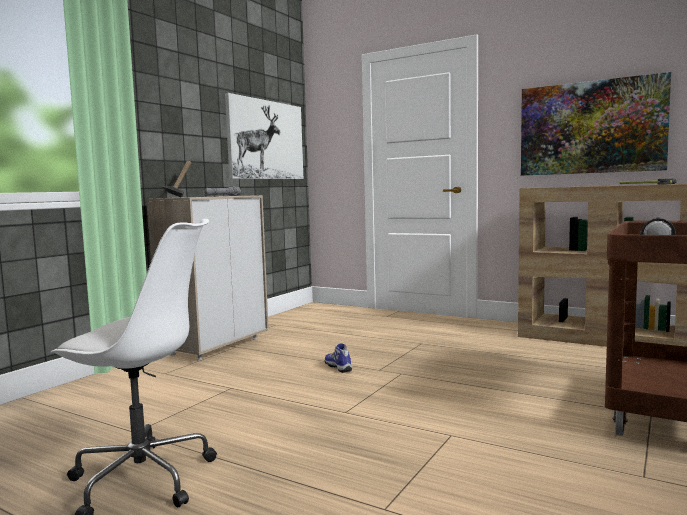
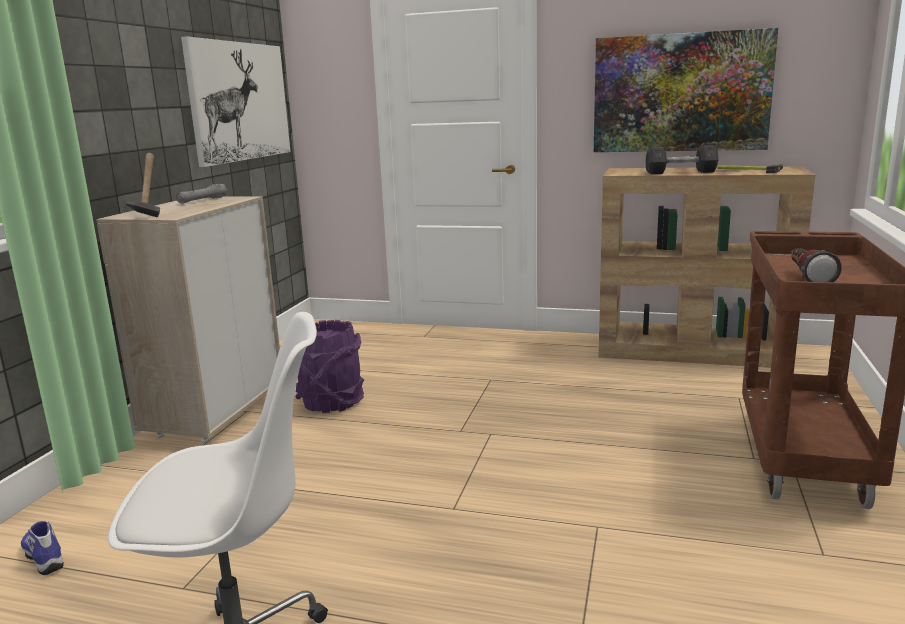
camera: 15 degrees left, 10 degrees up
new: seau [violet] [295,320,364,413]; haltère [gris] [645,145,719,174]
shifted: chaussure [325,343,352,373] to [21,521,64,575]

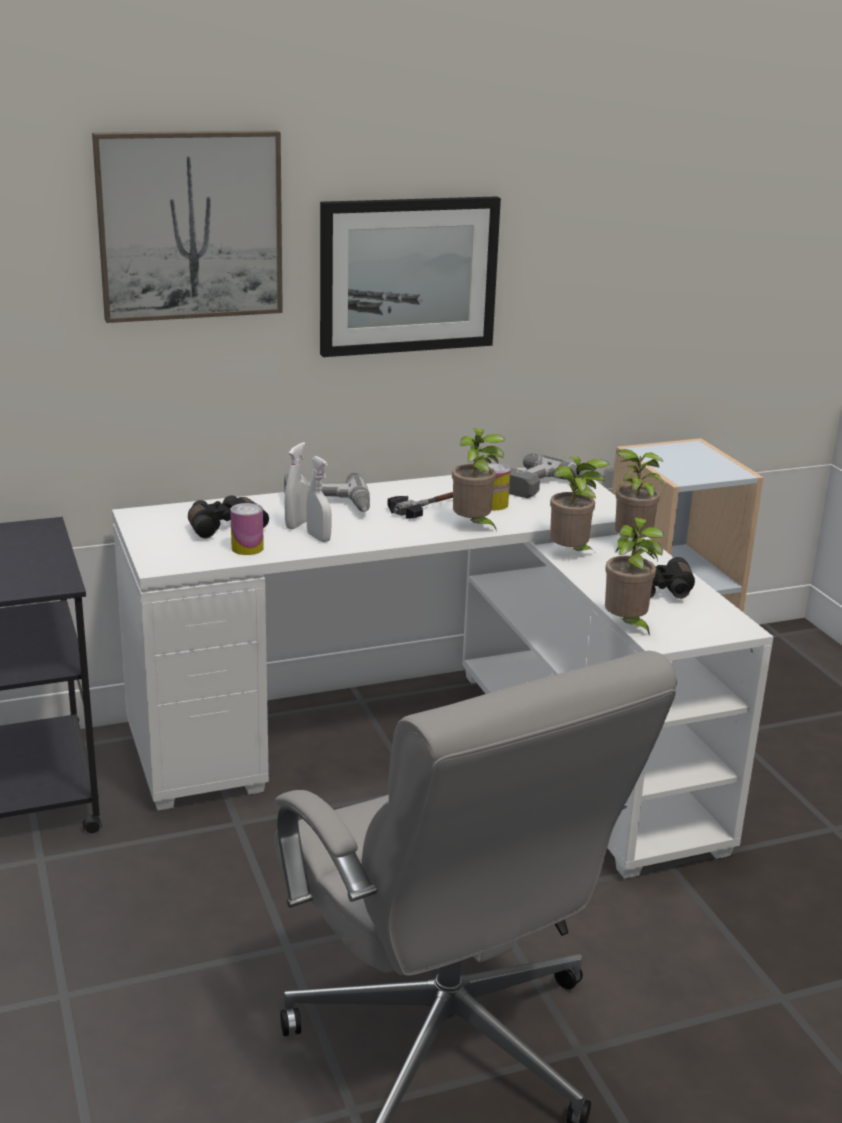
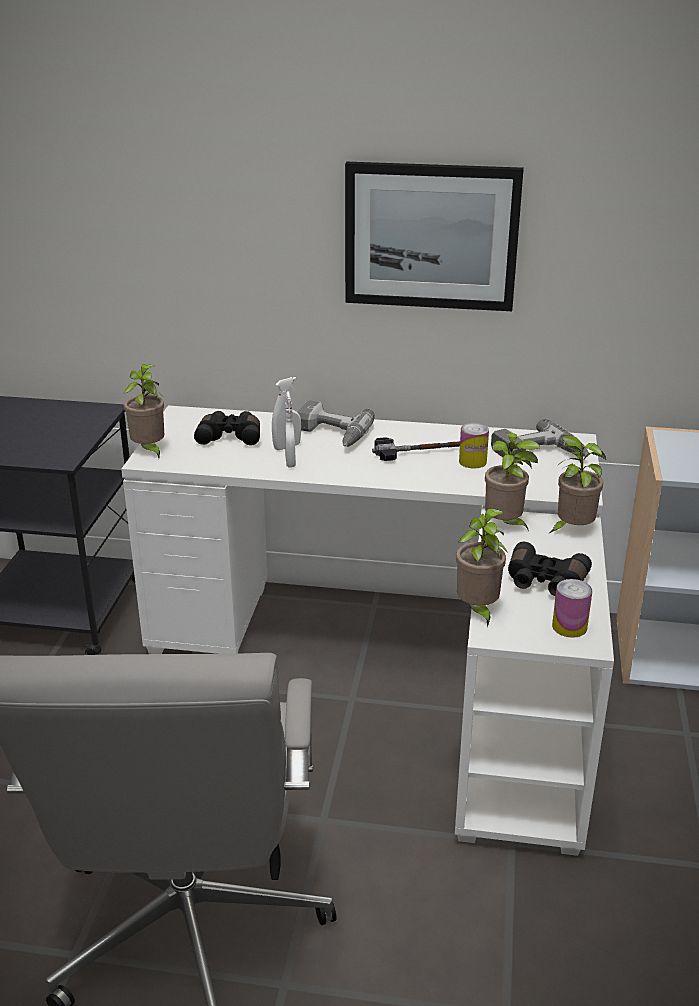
camera: 30 degrees right, 5 degrees up
gone: tableau [92,130,283,323]
shifted: boîte métallique [230,503,264,555] to [552,579,592,638]; plante en pot [452,428,505,531] to [124,364,164,458]

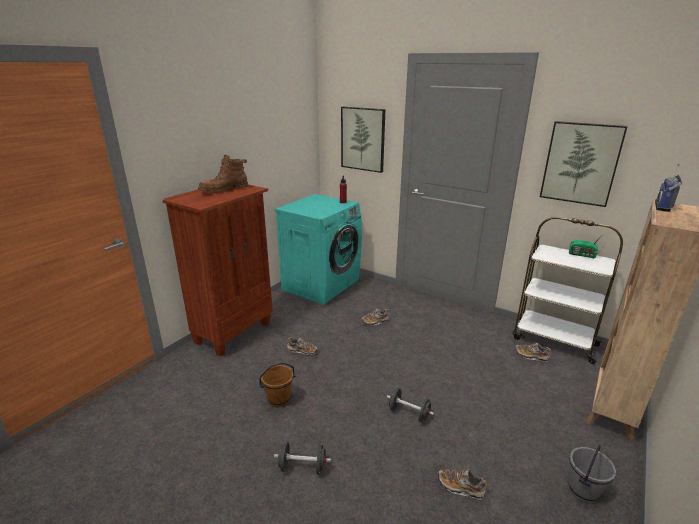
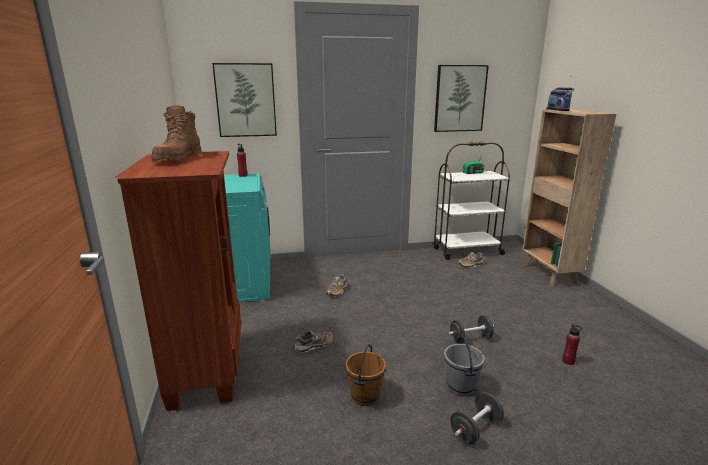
camera: 45 degrees left, 5 degrees down
shifted: seau [gris] [568,445,616,503] to [444,336,485,396]
swapped: chaussure [438,469,488,500] to bouteille [rouge] [562,324,582,365]

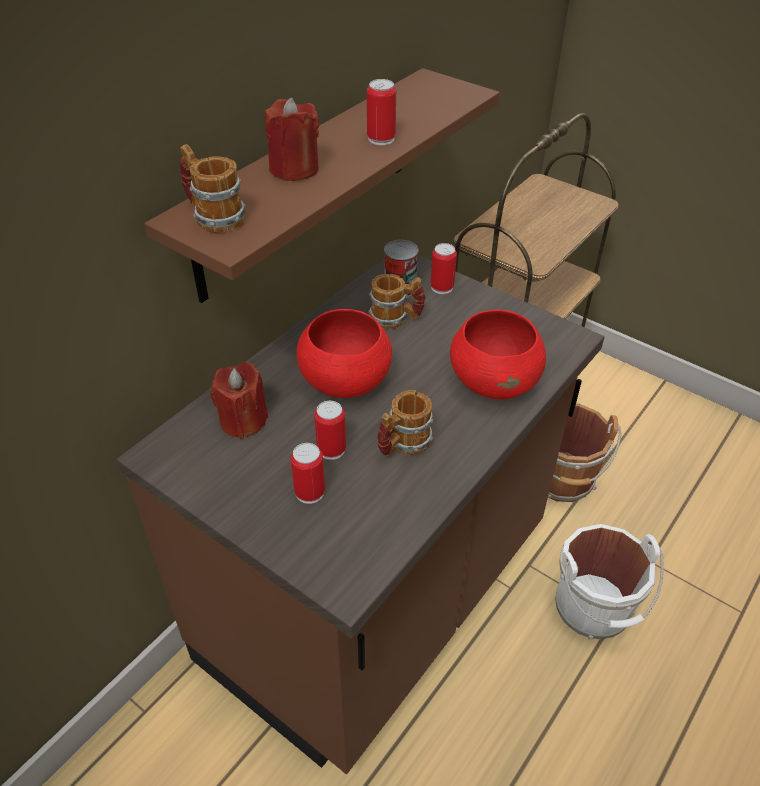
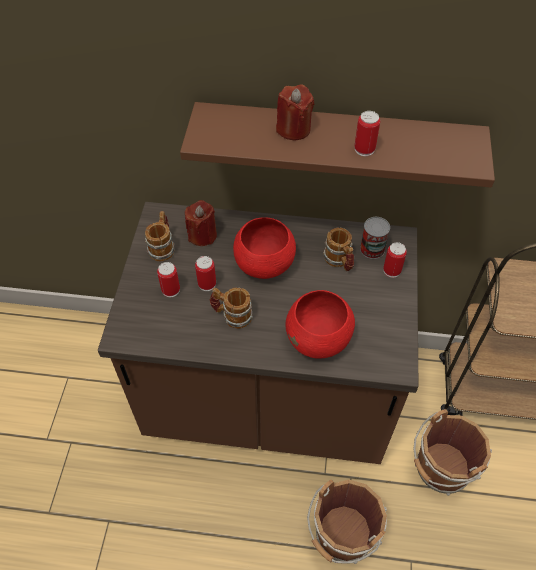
camera: 60 degrees right, 10 degrees up
shifted: mug [180,144,246,233] to [145,211,175,261]
repainted: seau [blanc] [555,524,664,640] to seau [marron] [307,479,387,564]

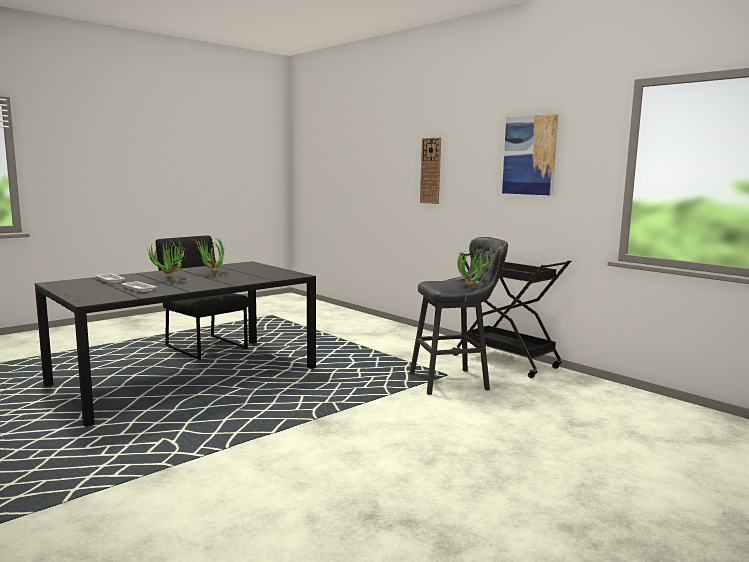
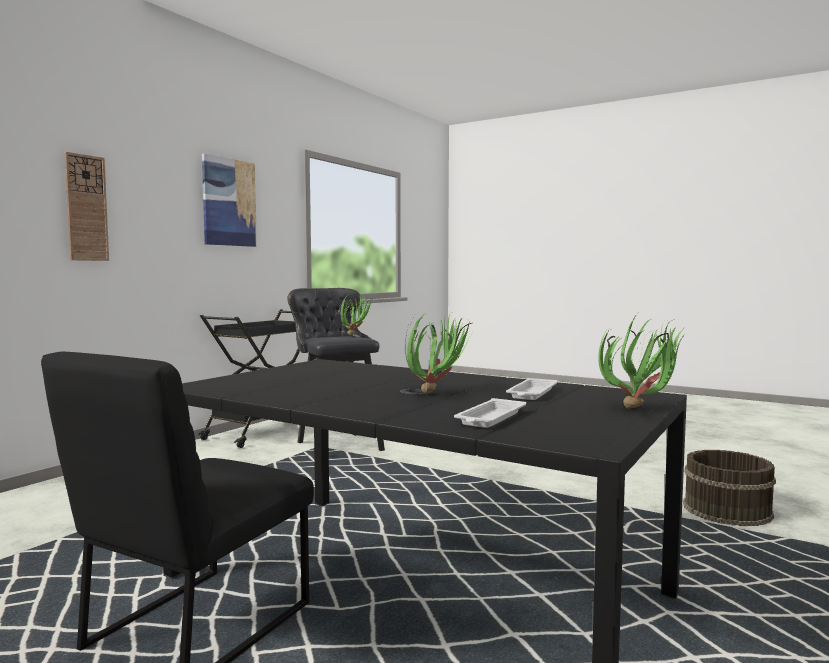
camera: 105 degrees left, 5 degrees down
new: seau [marron] [683,450,776,526]
shifted: plante en pot [195,237,225,273] to [598,314,686,409]

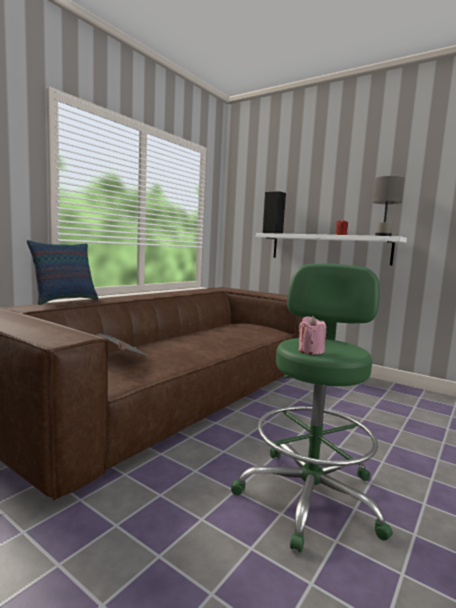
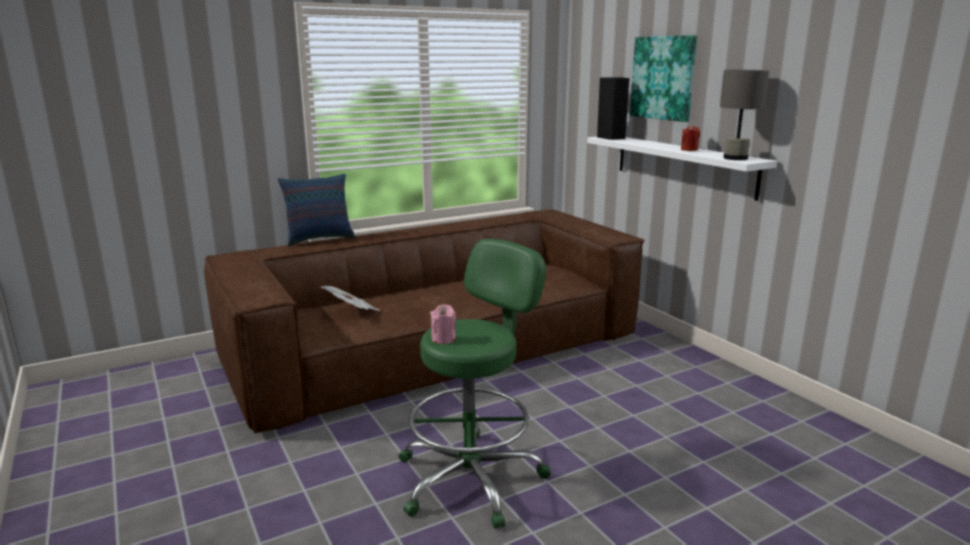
camera: 25 degrees right, 10 degrees up
new: tableau [630,35,697,122]

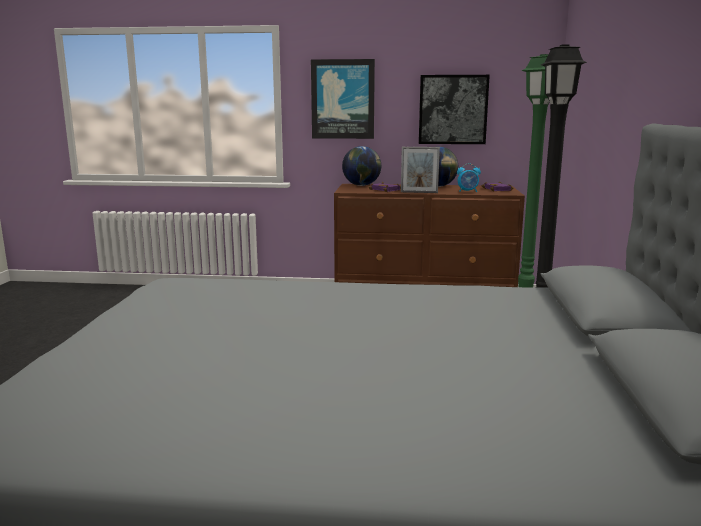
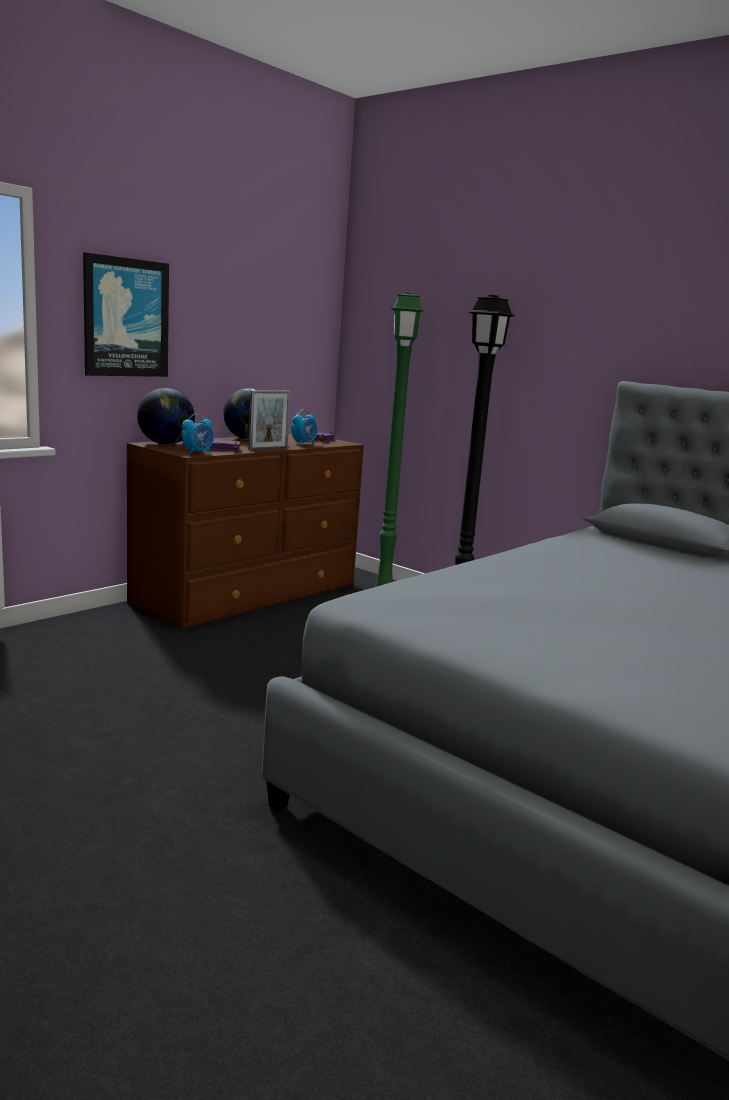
camera: 55 degrees left, 0 degrees up
gone: tableau [419,75,490,144]
new: réveil [182,414,214,454]

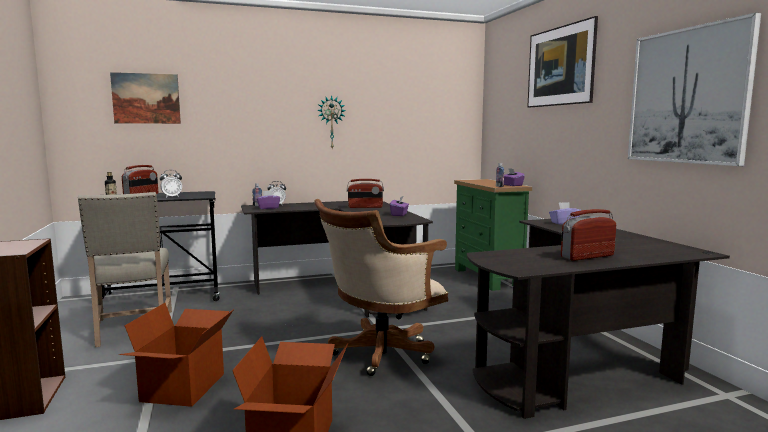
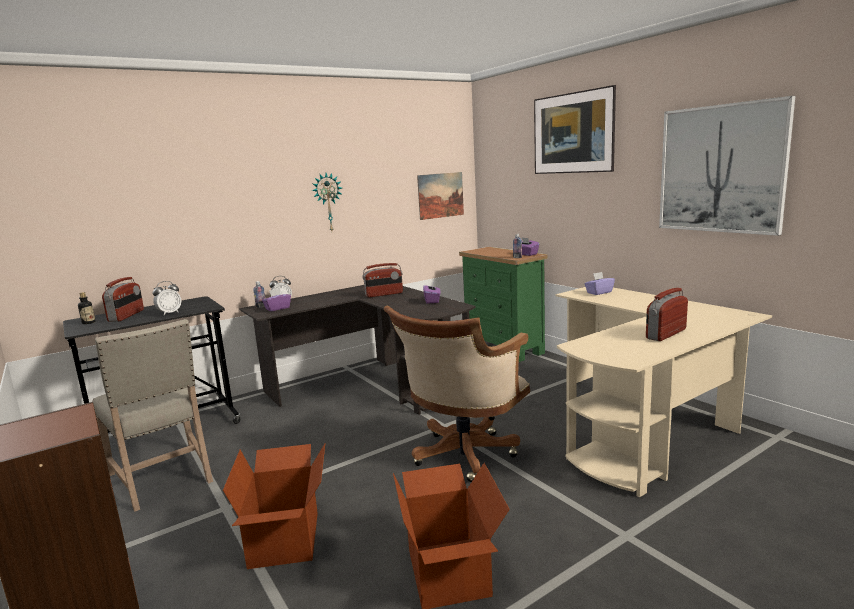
camera: 15 degrees left, 5 degrees up
shifted: tableau [110,72,181,124] to [417,172,464,220]
repainted: bureau [noir] [467,219,730,419] to bureau [beige] [555,287,772,497]

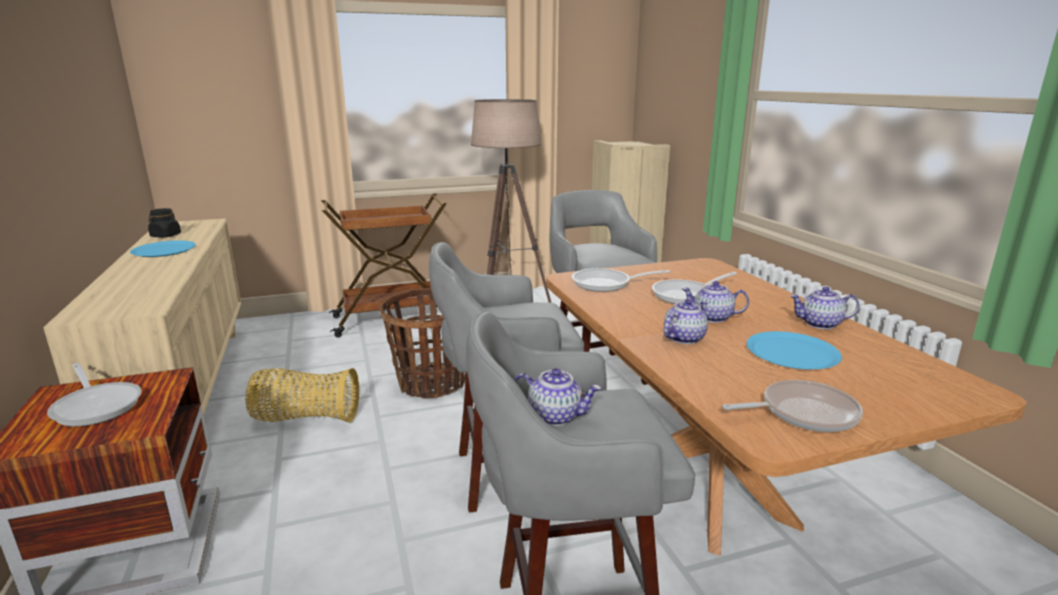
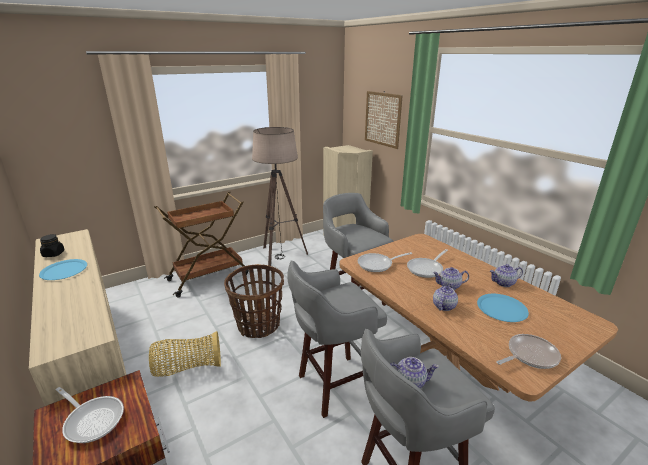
camera: 15 degrees left, 5 degrees up
new: tableau [365,91,403,149]

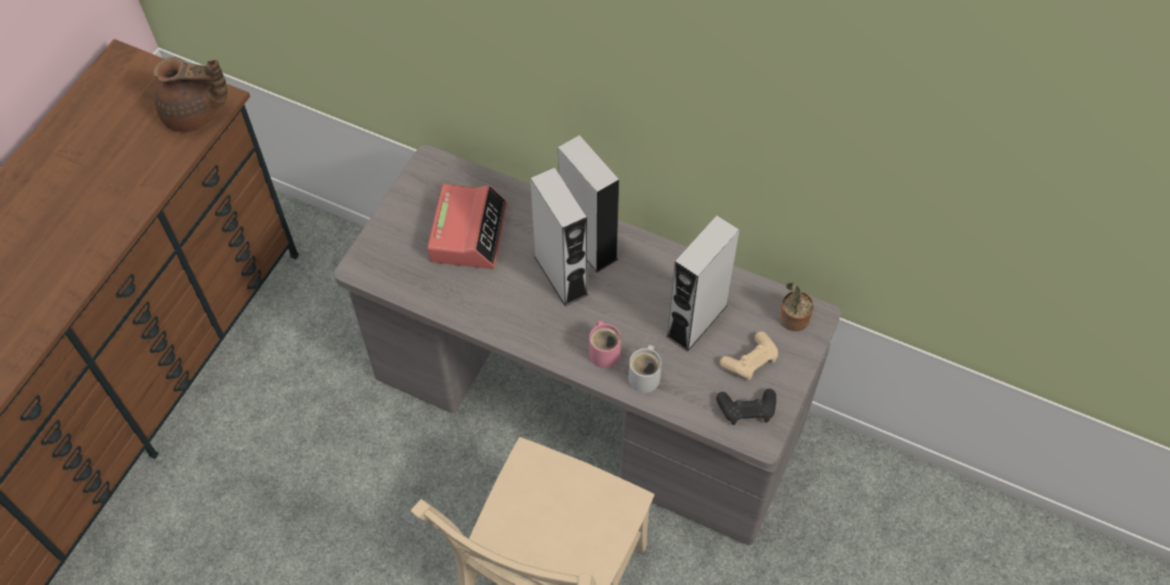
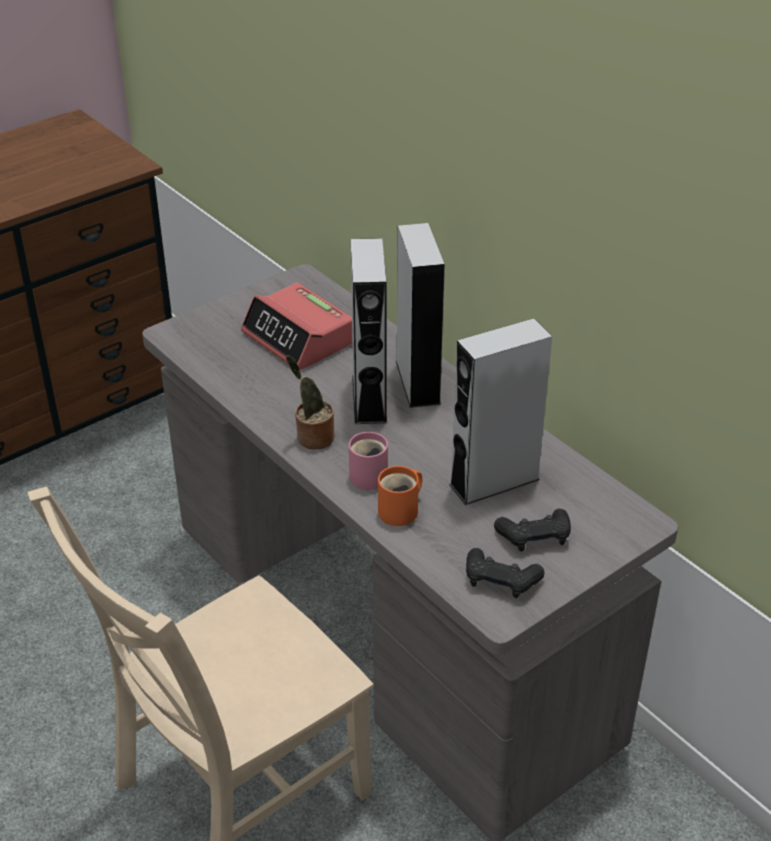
camera: 25 degrees right, 20 degrees down
gone: théière [marron] [153,57,227,132]
shifted: plante en pot [779,282,814,331] to [286,355,334,449]
repainted: mug [blanc] [629,345,662,393] to mug [orange] [378,466,422,526]; manette [beige] [720,331,778,380] to manette [noir] [494,509,571,551]
rotated: réveil [427,184,508,269] = [241,283,352,371] 105 degrees clockwise

